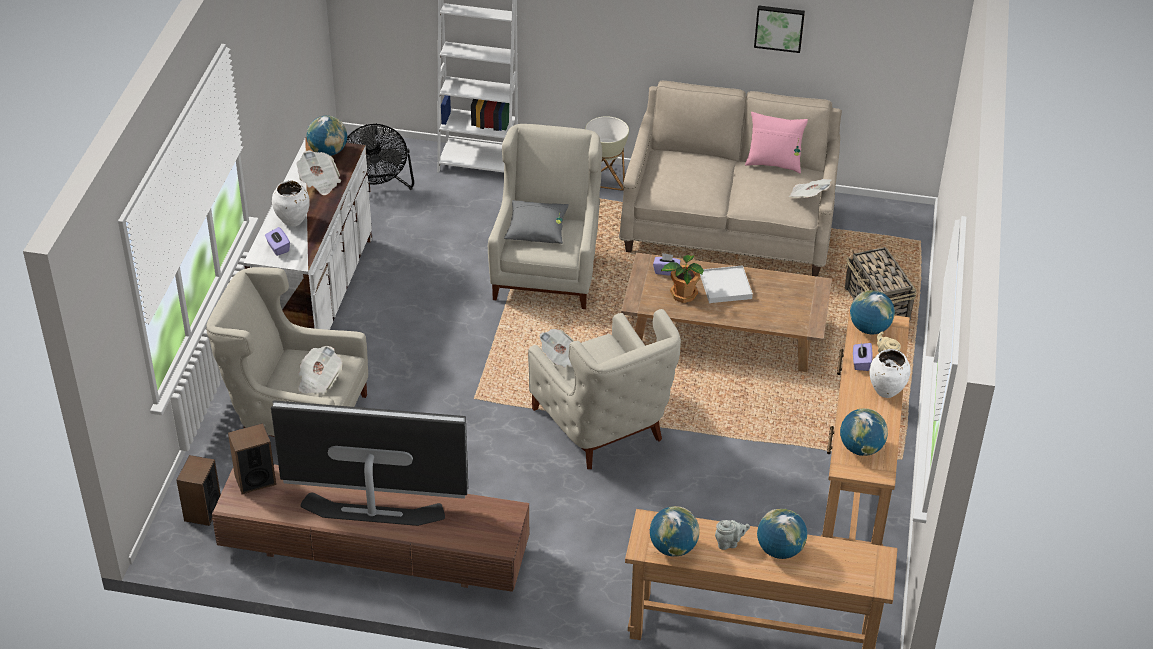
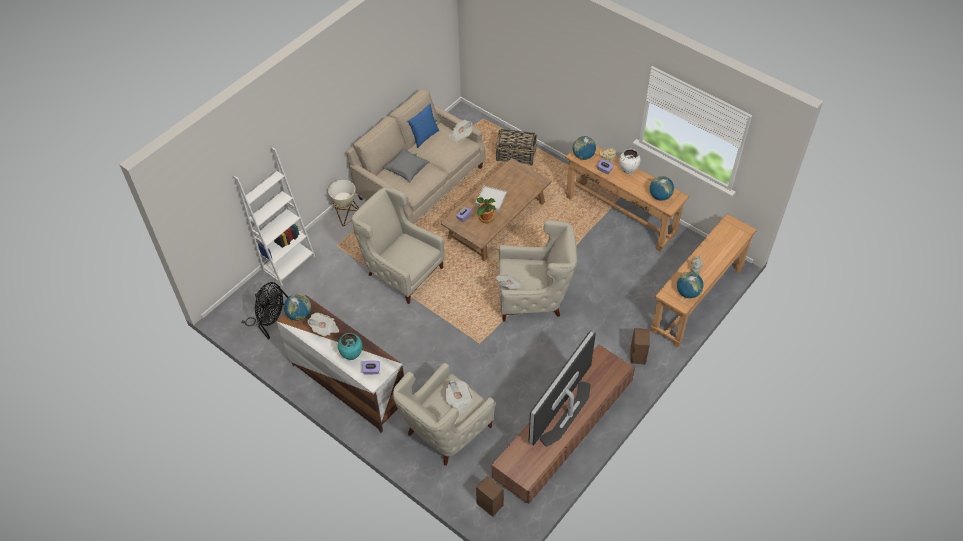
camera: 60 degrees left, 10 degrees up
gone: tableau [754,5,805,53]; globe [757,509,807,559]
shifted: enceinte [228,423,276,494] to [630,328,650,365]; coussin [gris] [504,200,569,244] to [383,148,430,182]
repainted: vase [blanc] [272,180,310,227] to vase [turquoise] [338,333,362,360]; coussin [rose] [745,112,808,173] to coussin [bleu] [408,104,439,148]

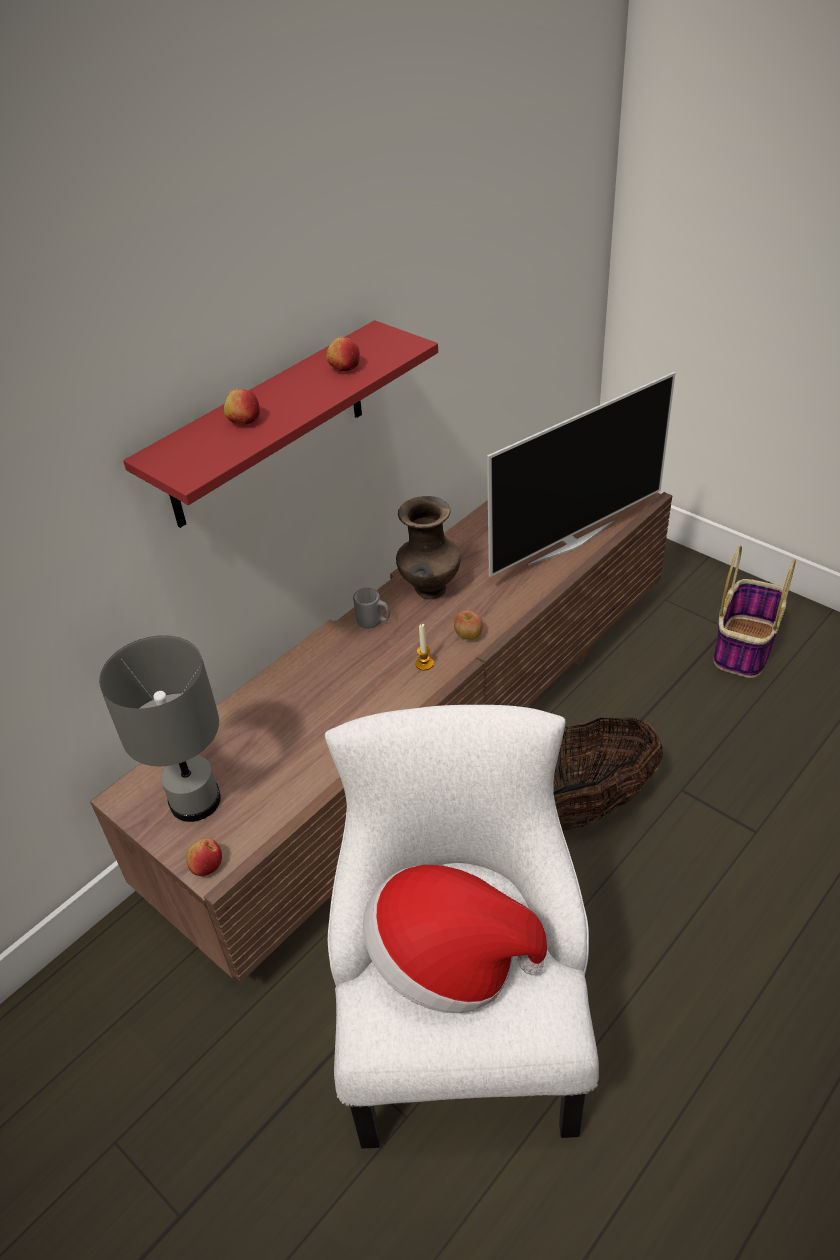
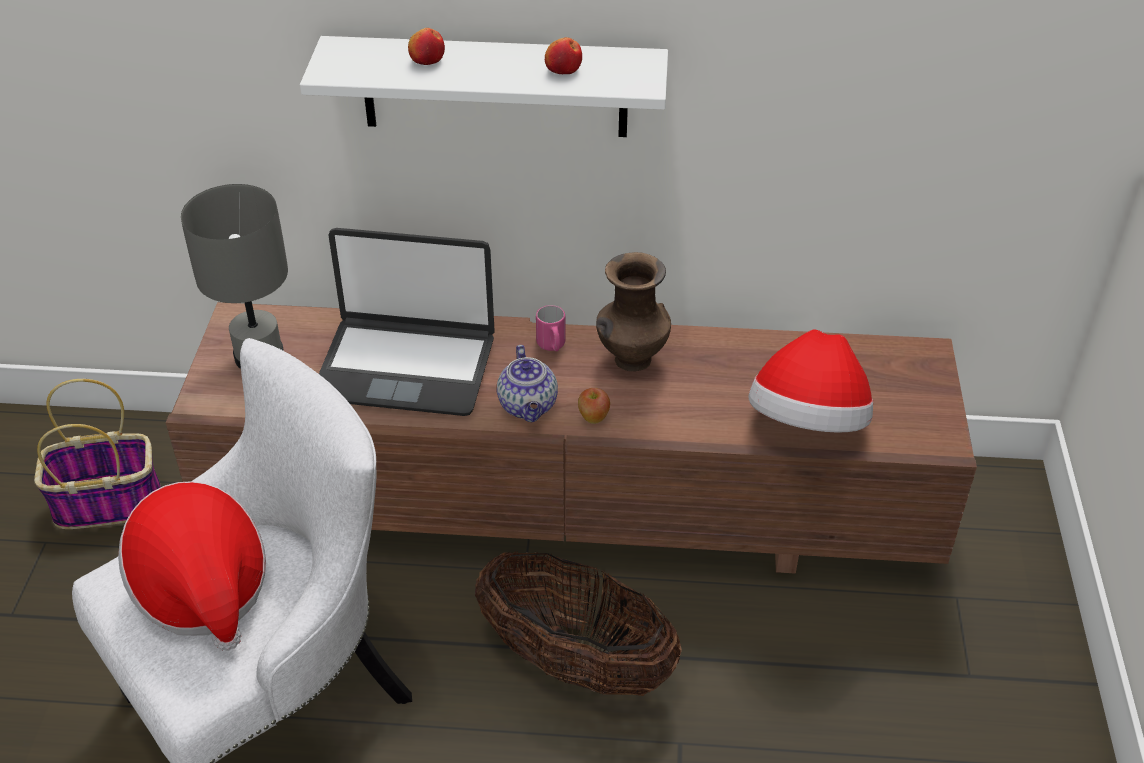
camera: 50 degrees right, 0 degrees up
gone: pomme [186,839,222,876]
new: ordinateur portable [319,228,495,416]
shifted: panier [714,545,796,678] to [34,379,161,529]
swapped: bougie [415,624,434,670] to théière [497,345,558,422]; téléviseur [487,372,675,577] to chapeau [748,330,873,433]
repainted: étagère [rouge] [123,320,438,528] to étagère [blanc] [300,36,668,137]; mug [gris] [353,588,390,628] to mug [rose] [536,305,566,351]

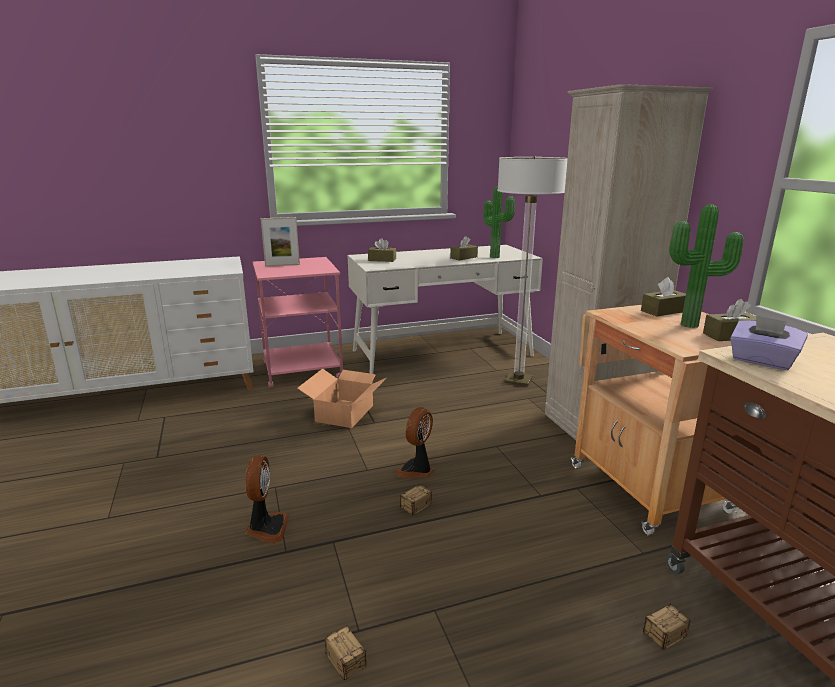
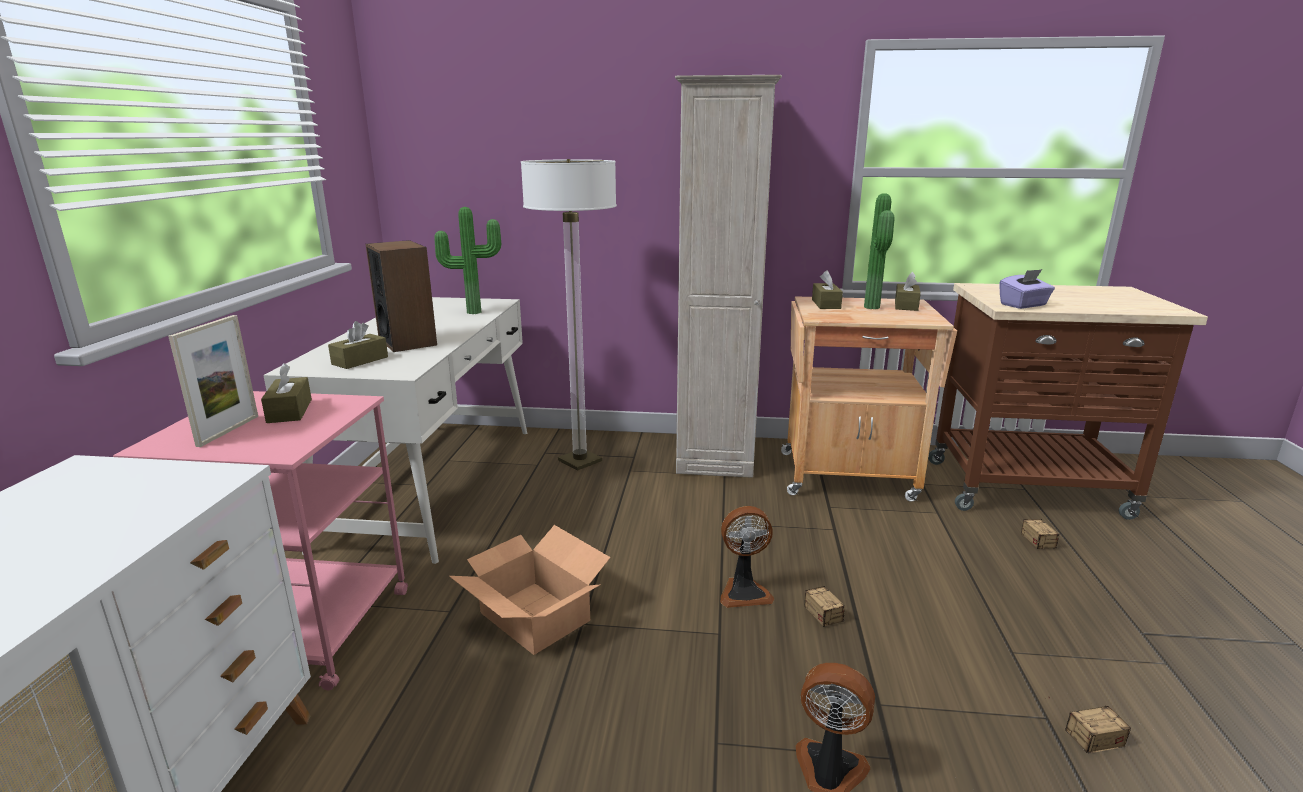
camera: 65 degrees left, 0 degrees up
new: enceinte [366,240,437,352]
shifted: boîte à mouchoirs [marron] [450,236,478,261] to [261,363,312,423]
rotated: ventilateur [395,407,435,478] = [720,506,774,608] 60 degrees counterclockwise

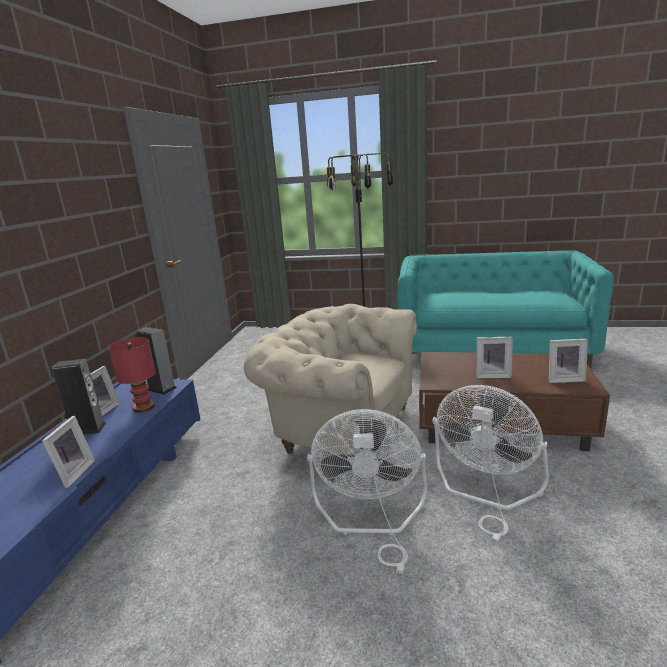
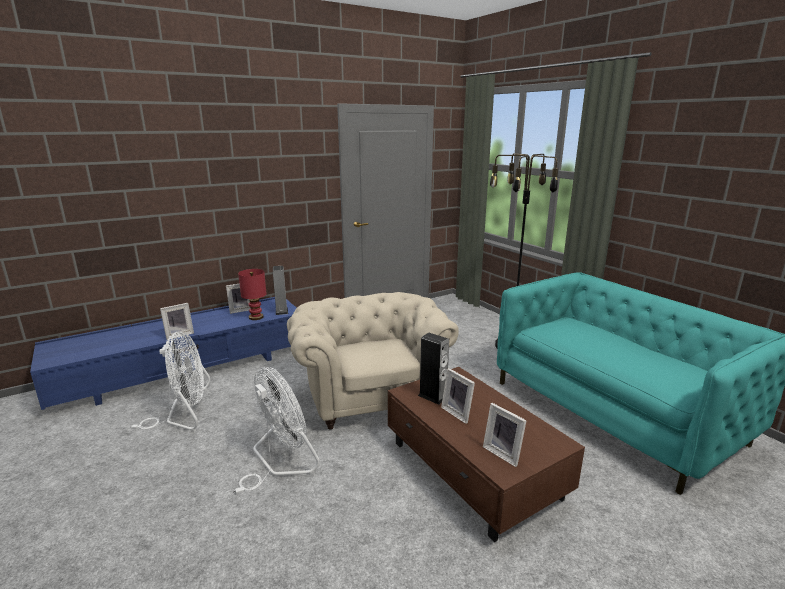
camera: 45 degrees right, 0 degrees up
shifted: enceinte [52,359,106,435] to [418,333,449,405]; ventilateur [blanc] [432,385,549,543] to [131,332,210,432]

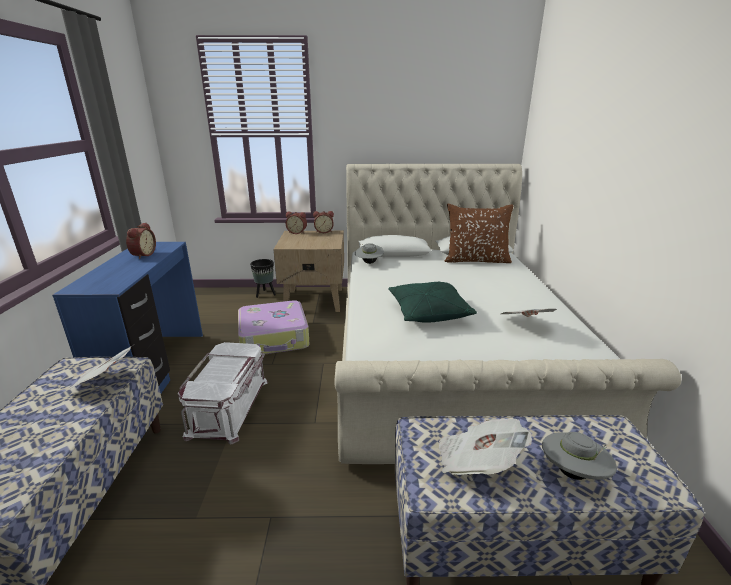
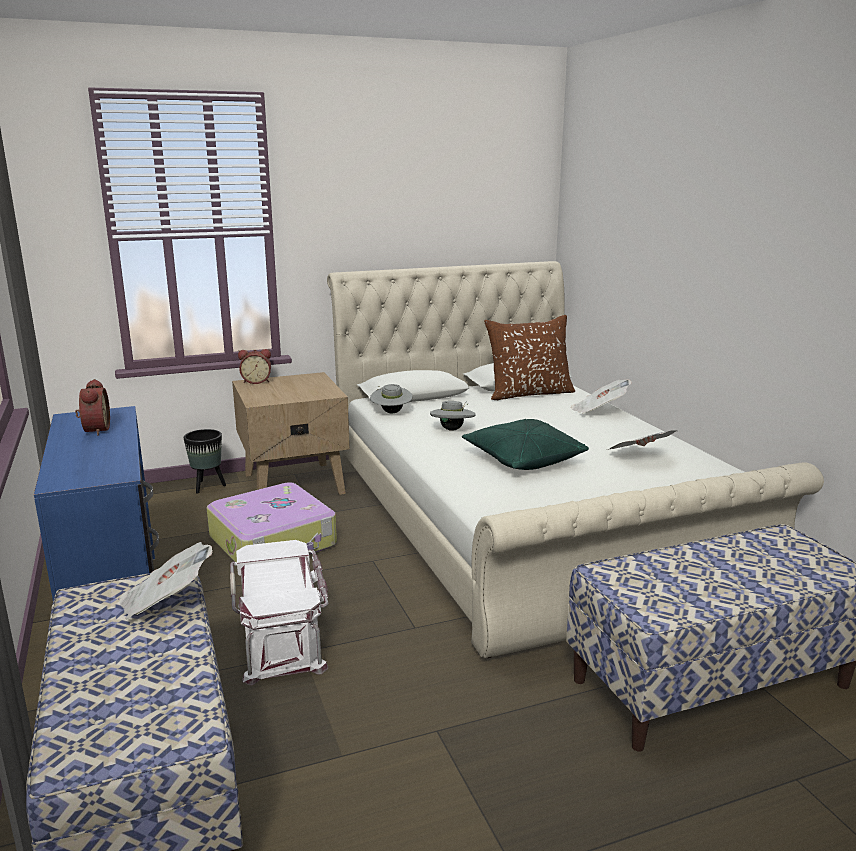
camera: 20 degrees left, 5 degrees down
gone: réveil [313,211,334,233]
shifted: journal [439,419,532,475] to [570,380,632,414]; chapeau [gris] [542,432,617,480] to [430,401,476,431]

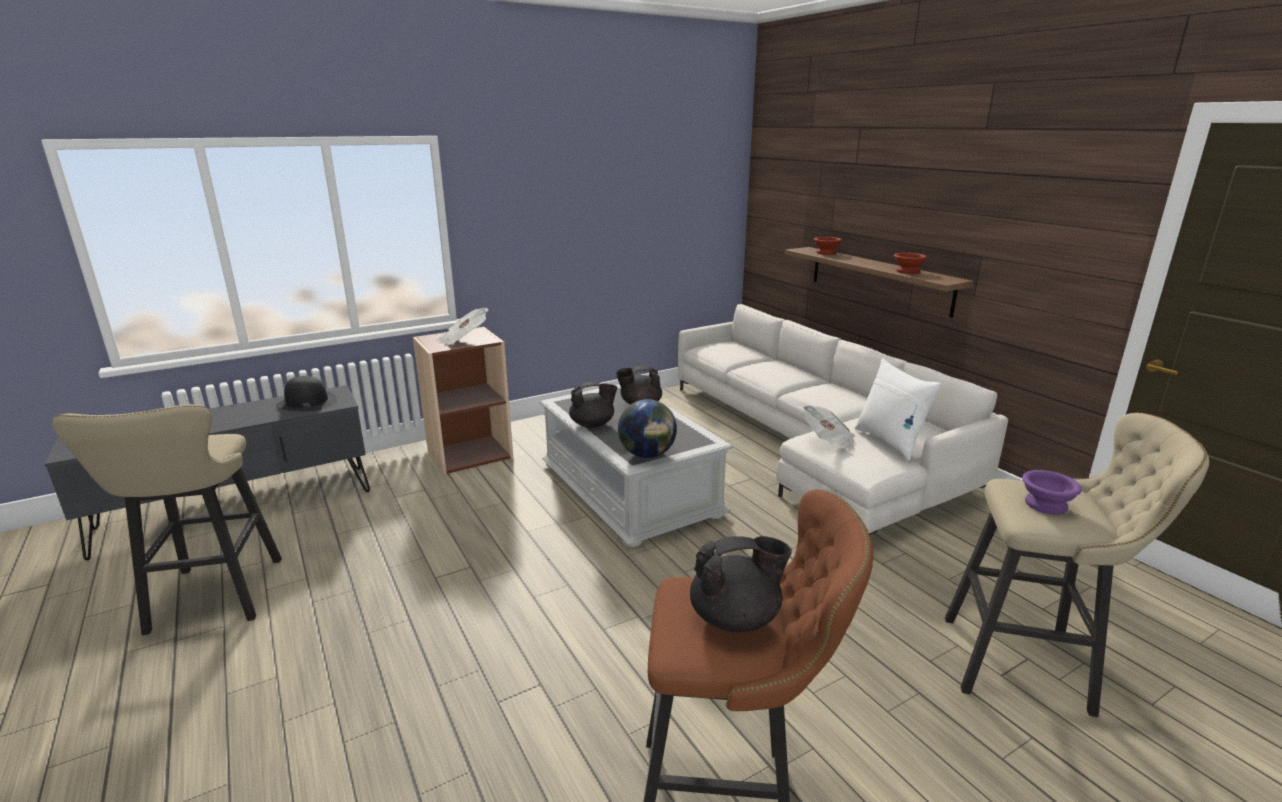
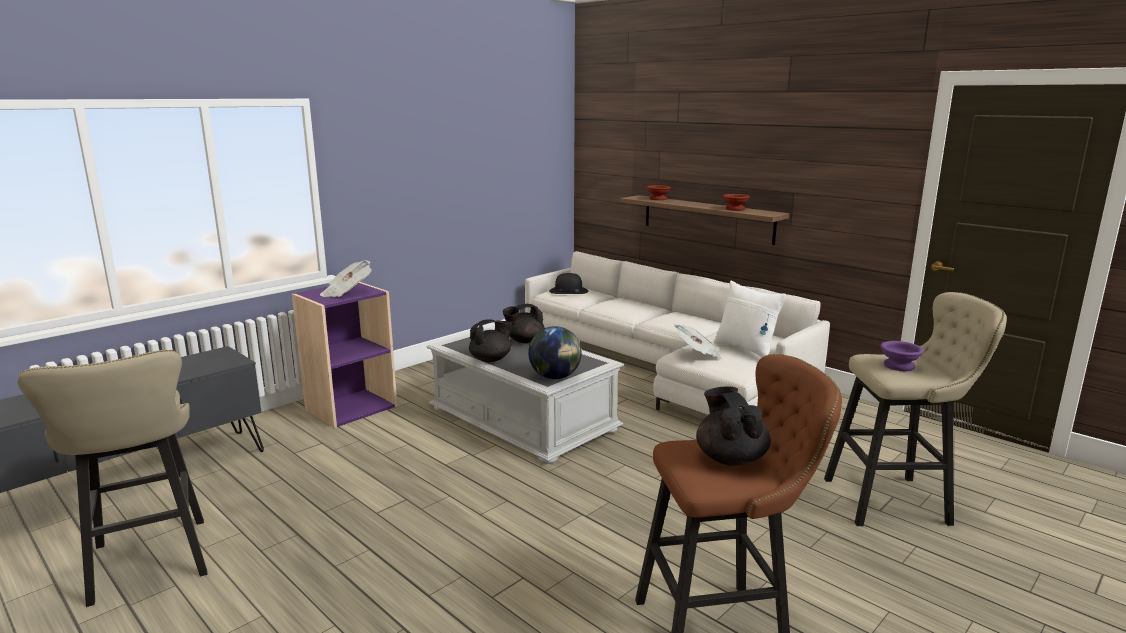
camera: 15 degrees left, 5 degrees down
shifted: chapeau [noir] [276,376,338,411] to [549,273,588,294]
repainted: bibliothèque [marron] [413,327,513,475] to bibliothèque [violet] [292,282,397,428]
rotated: théière [noir] [690,536,792,632] = [696,386,771,466] 75 degrees counterclockwise

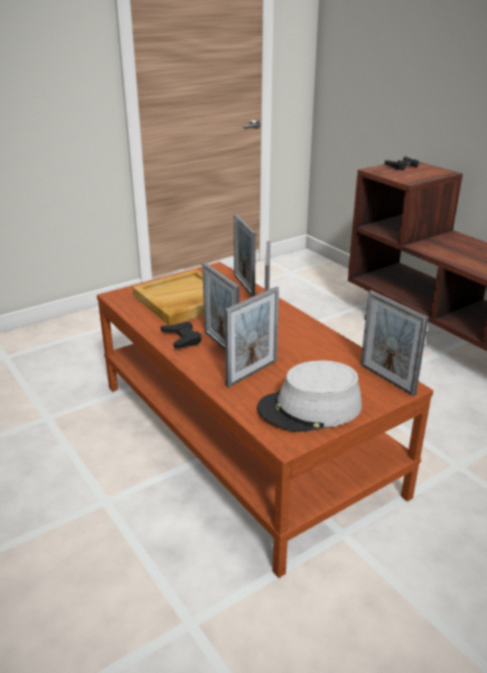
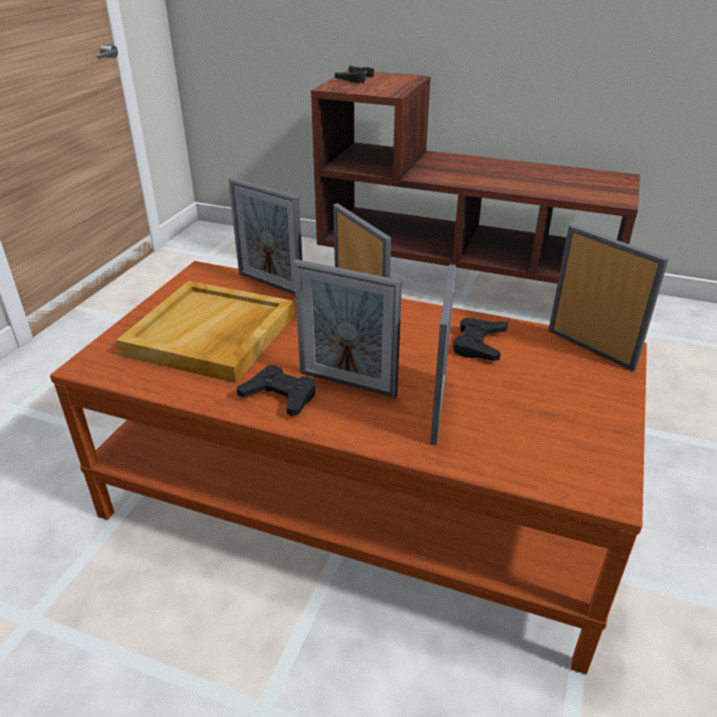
camera: 35 degrees left, 5 degrees up
gone: chapeau [gris] [257,360,362,432]
new: manette [noir] [453,318,508,361]
rotated: cadre photo [361,290,429,396] = [548,224,669,371] 150 degrees counterclockwise

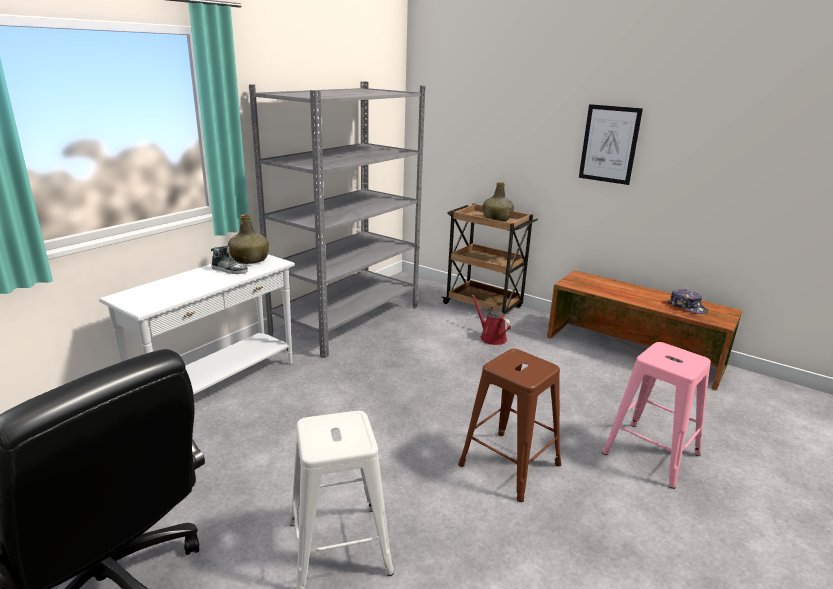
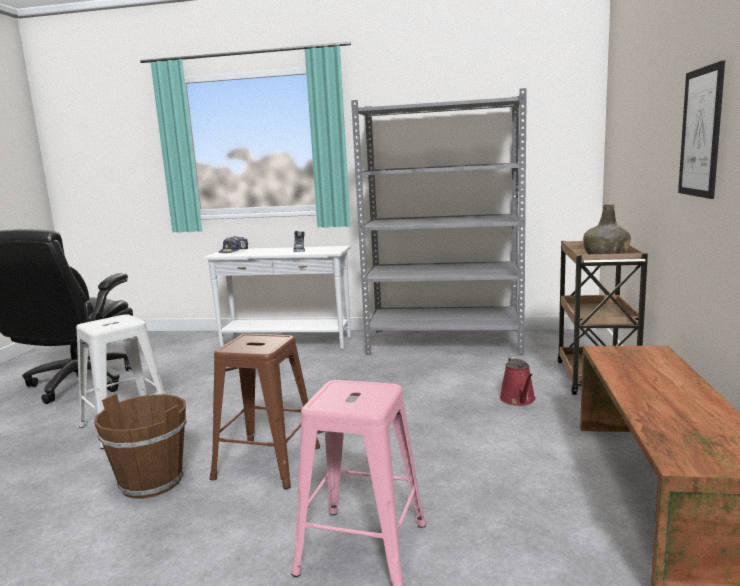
camera: 65 degrees right, 10 degrees down
gone: bouteille [vert] [228,214,269,264]
new: seau [marron] [94,394,187,499]
shifted: casquette [668,289,708,314] to [219,236,248,253]
rotated: arrosoir [rouge] [472,295,511,345] = [500,357,536,406] 150 degrees clockwise

